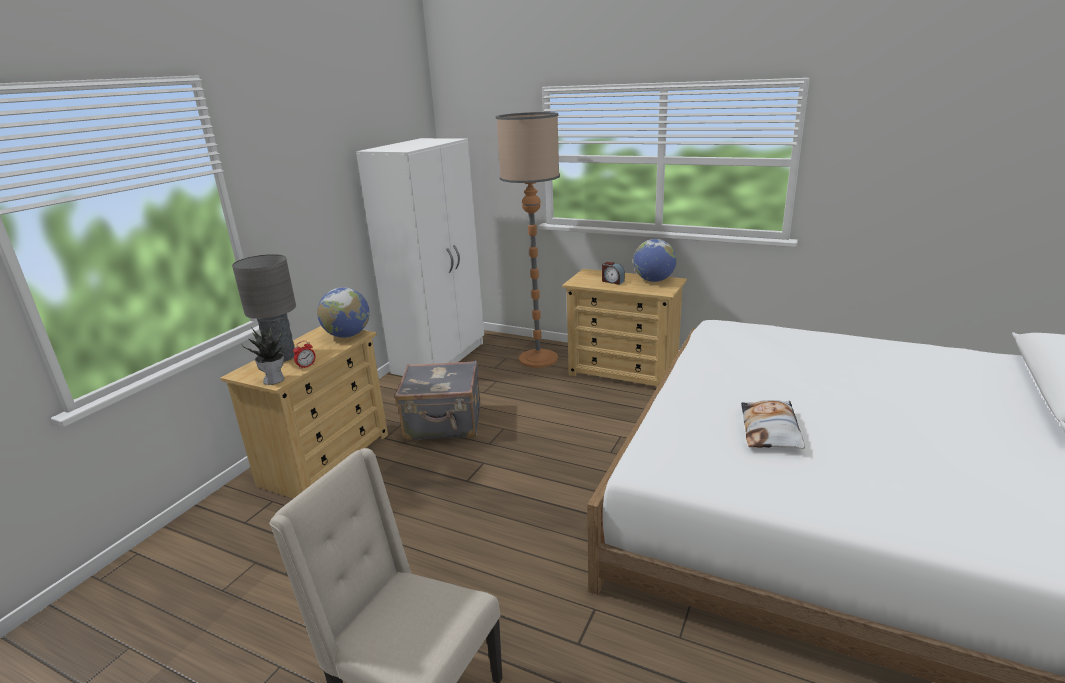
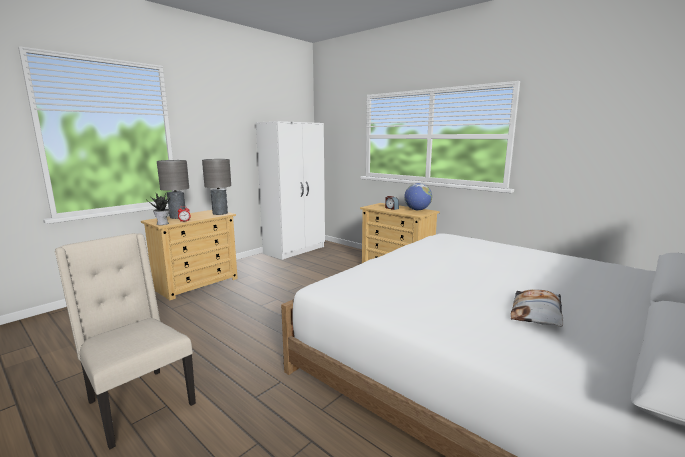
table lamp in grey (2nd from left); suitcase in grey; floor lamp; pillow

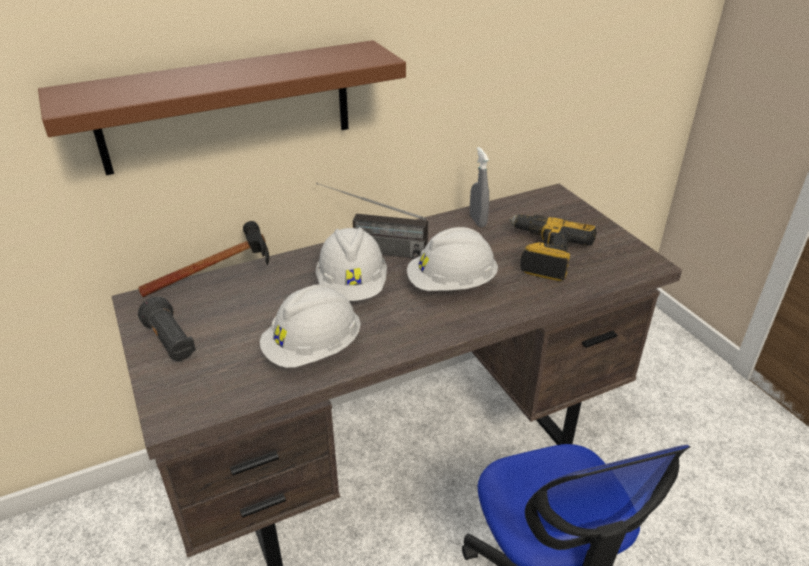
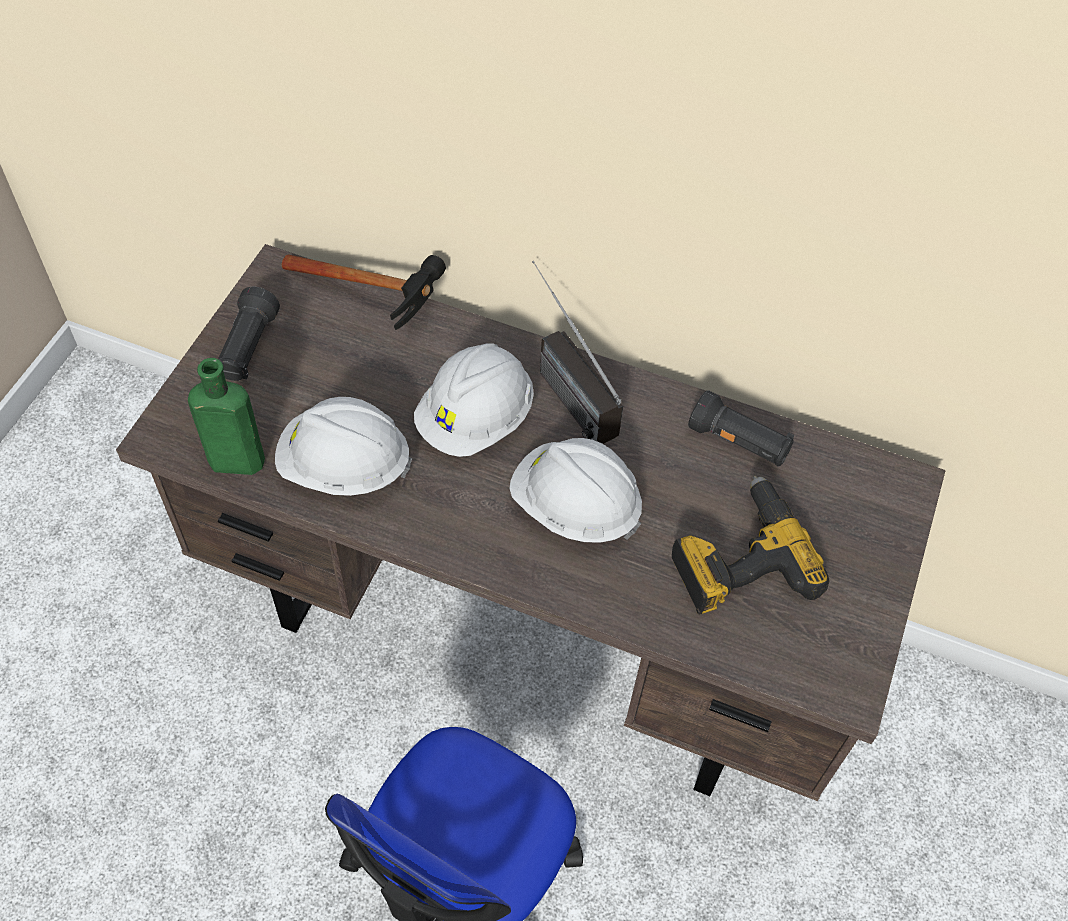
shelf in brown; flashlight in black (2nd from left); bottle in green

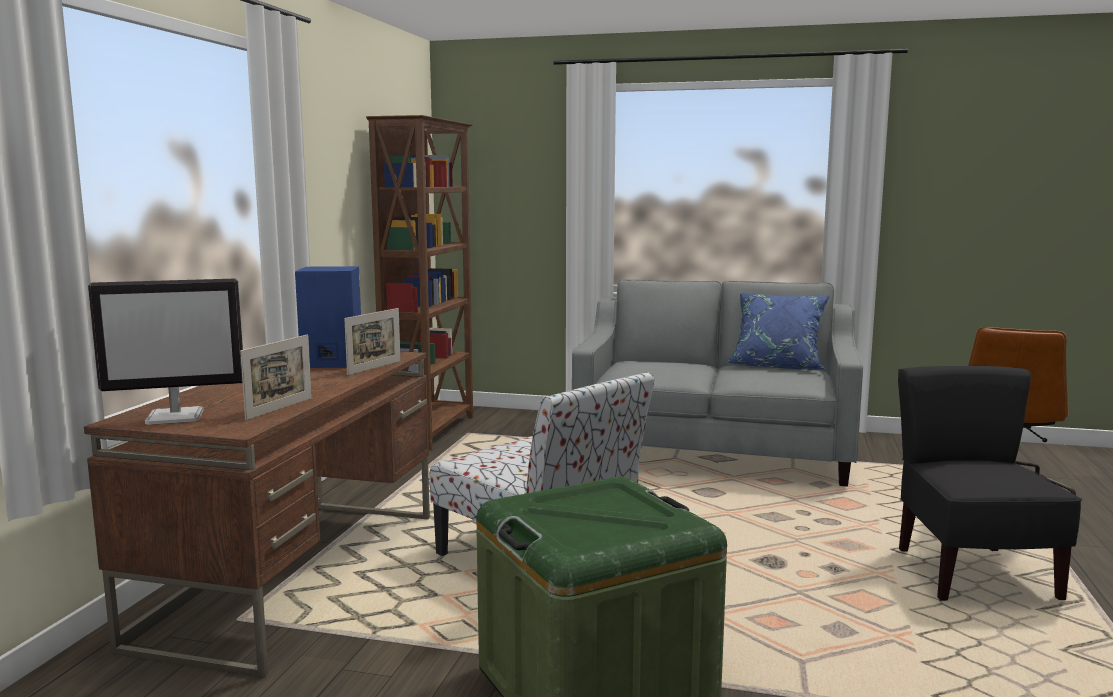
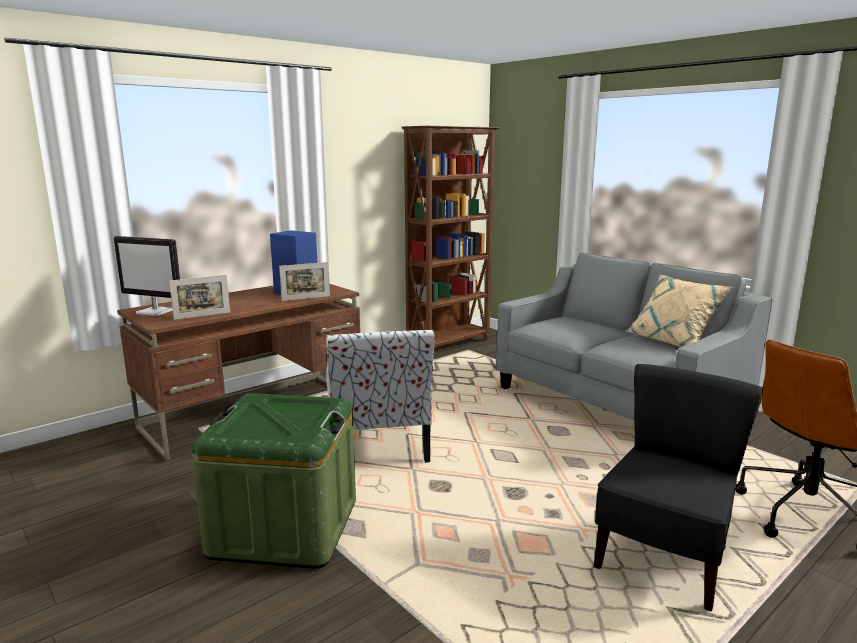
pillow in beige

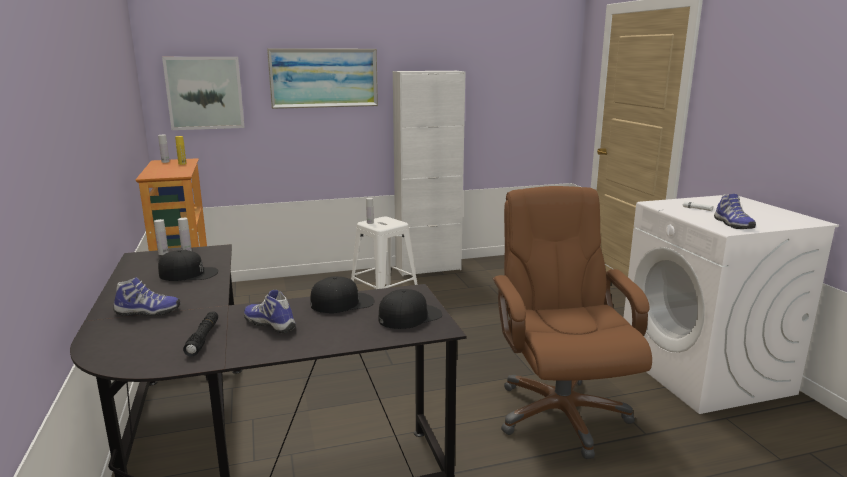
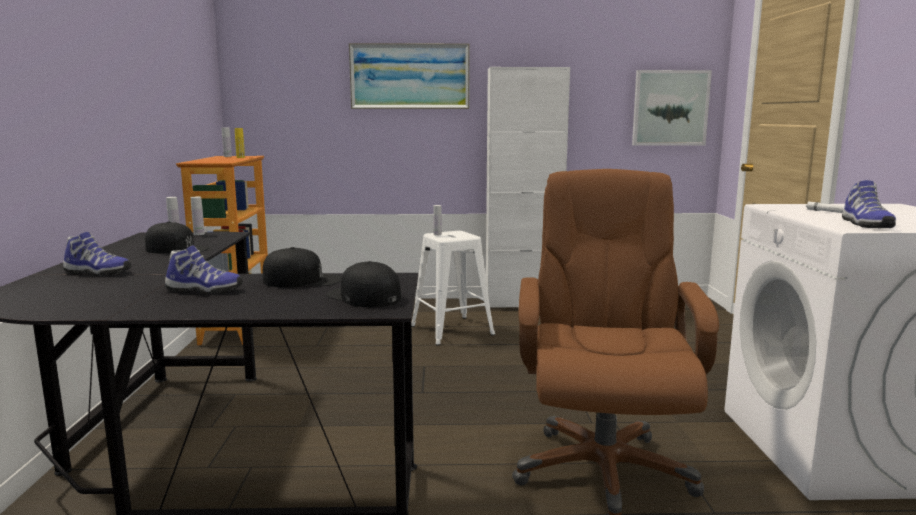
picture (2nd from left); flashlight in black; shoe (2nd from left); cap in black (3rd from left)

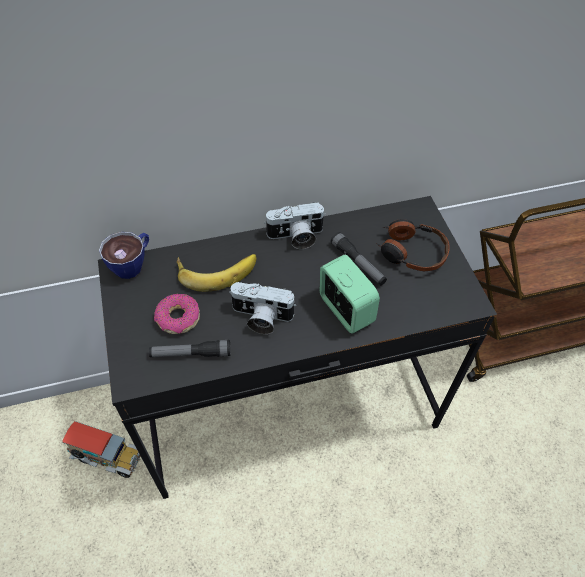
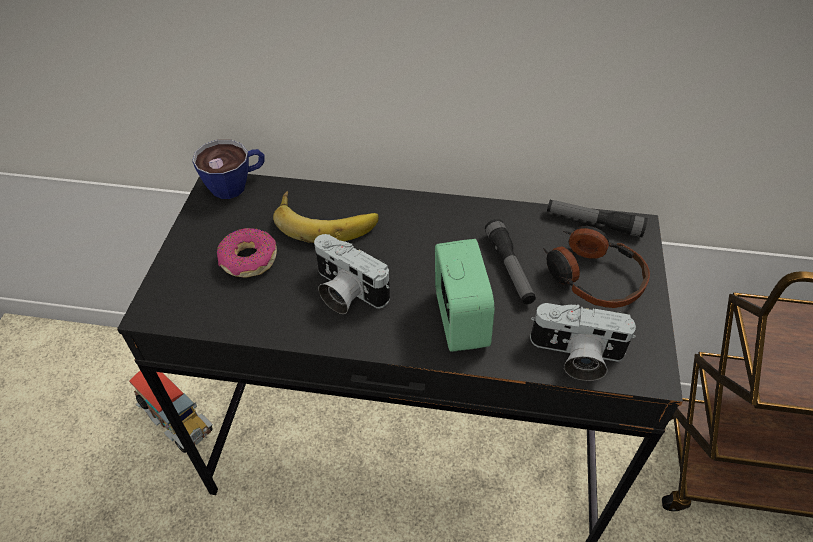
flashlight (2nd from left); photo camera (2nd from left)

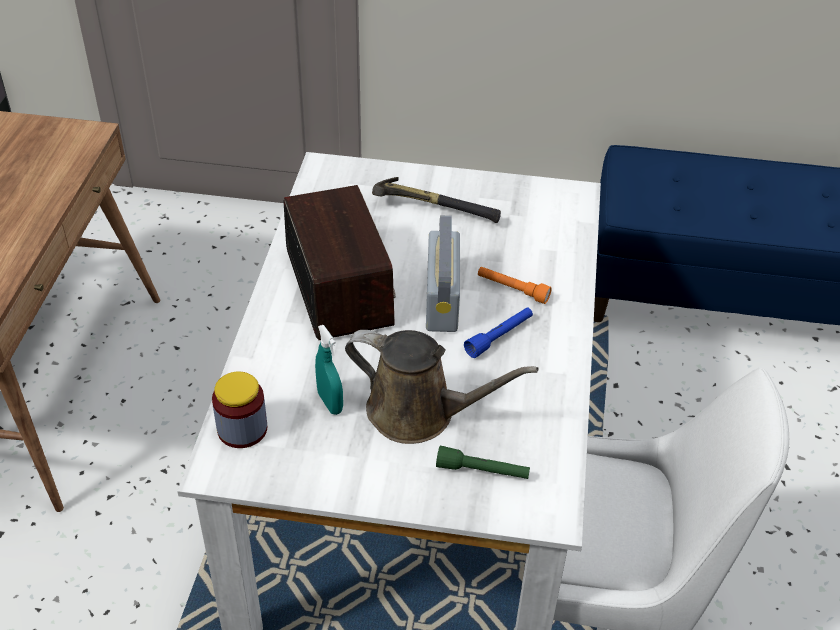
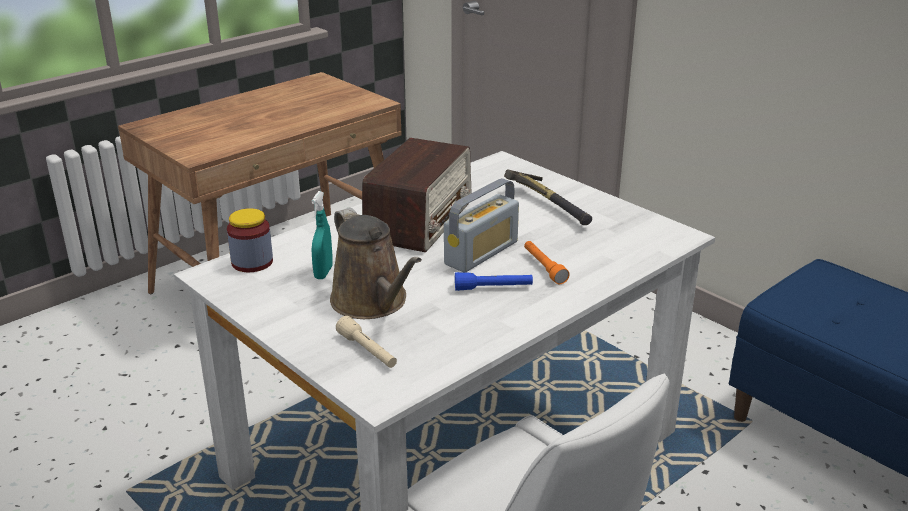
flashlight in beige

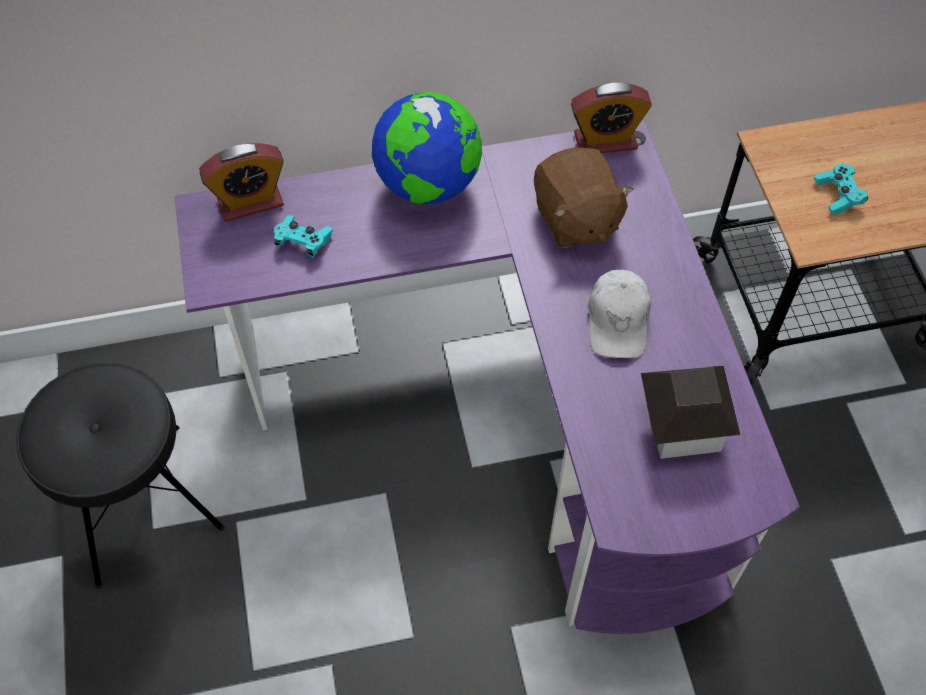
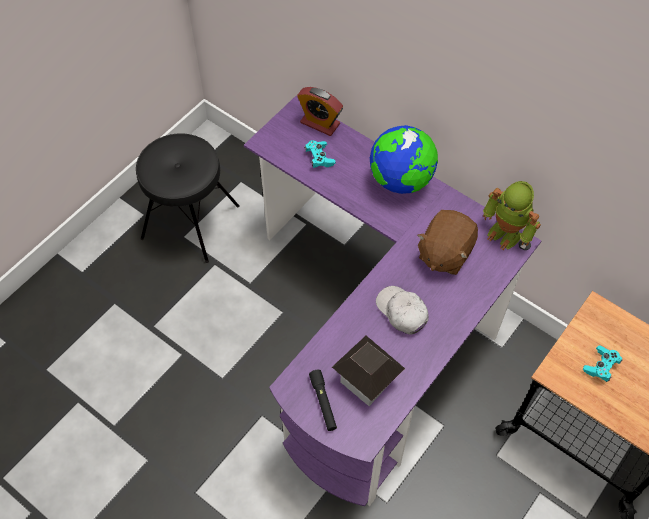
toy robot; cap in white; flashlight in black

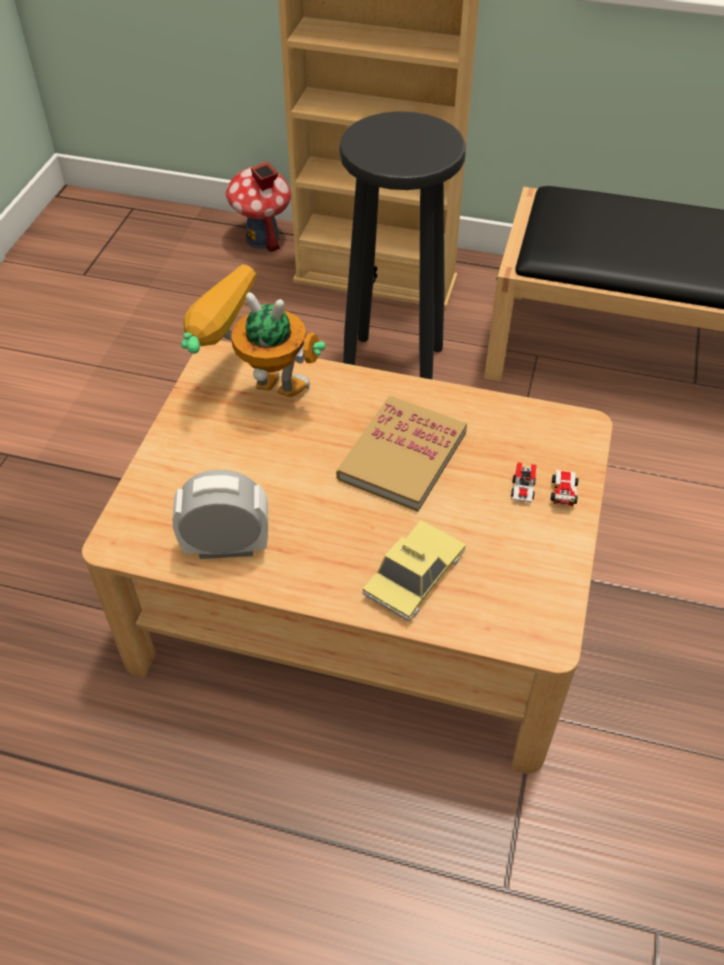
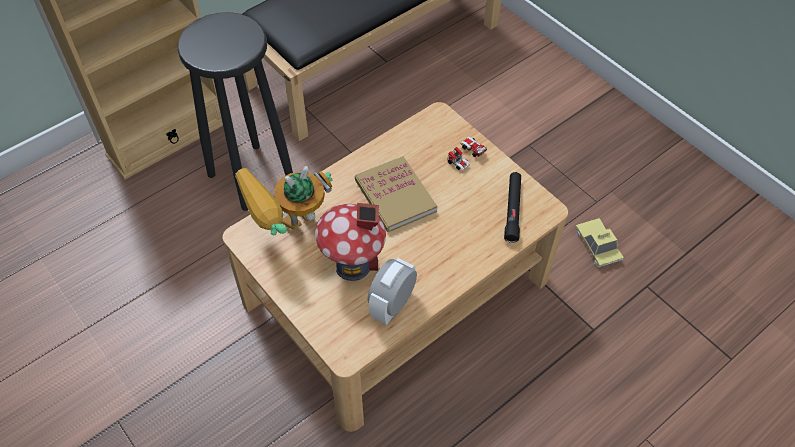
toy house; toy car (2nd from left); flashlight in black

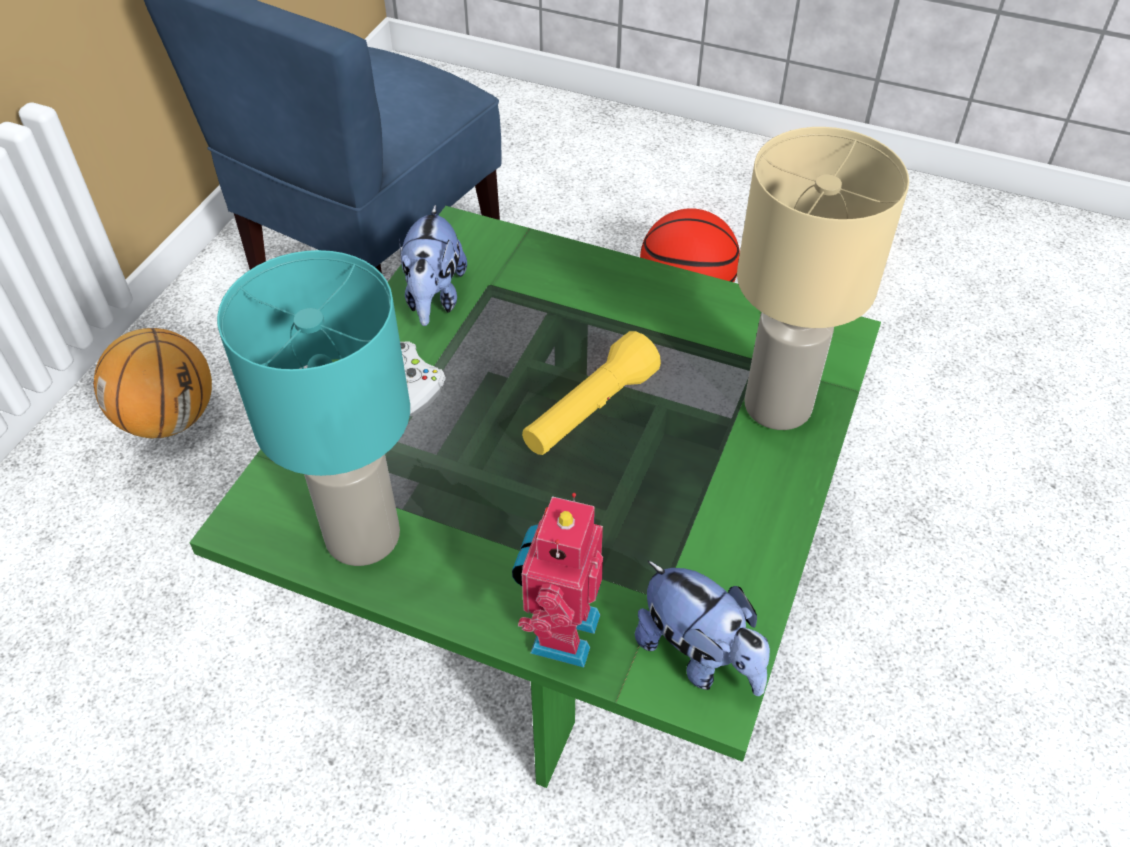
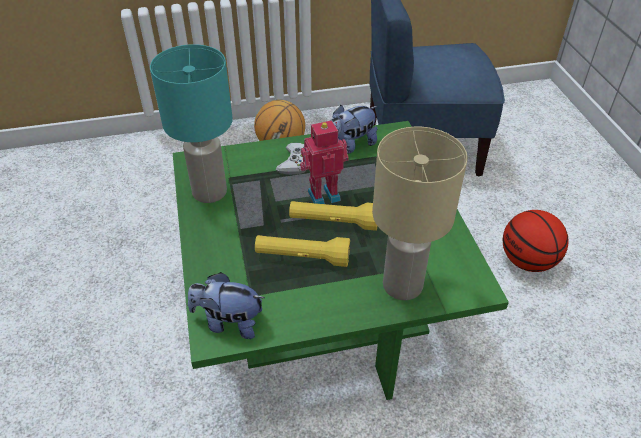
toy robot; plush toy (1st from left); flashlight in yellow (1st from left)

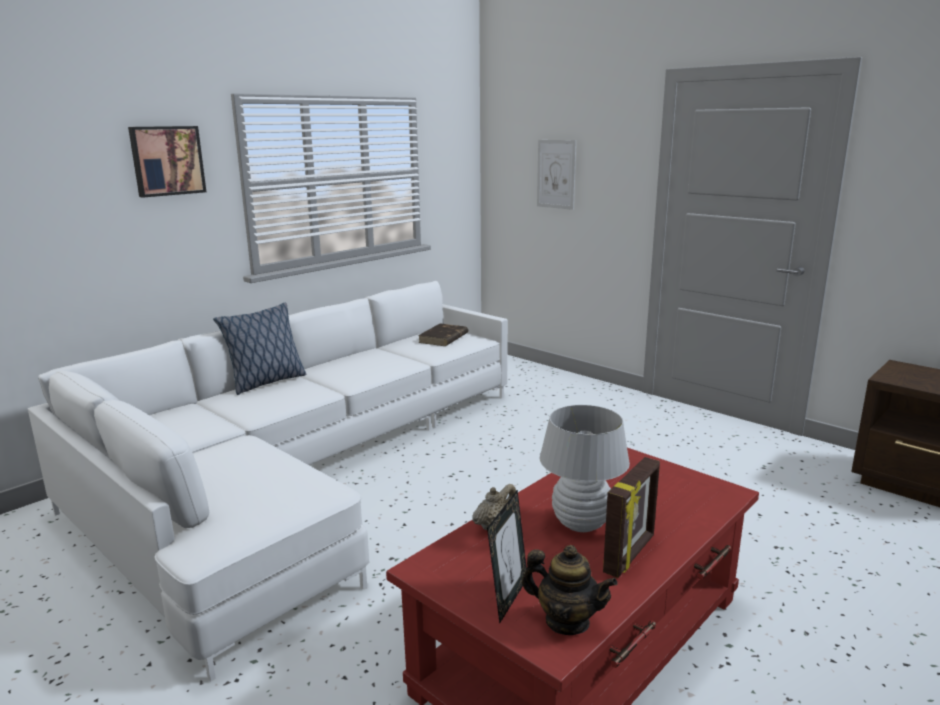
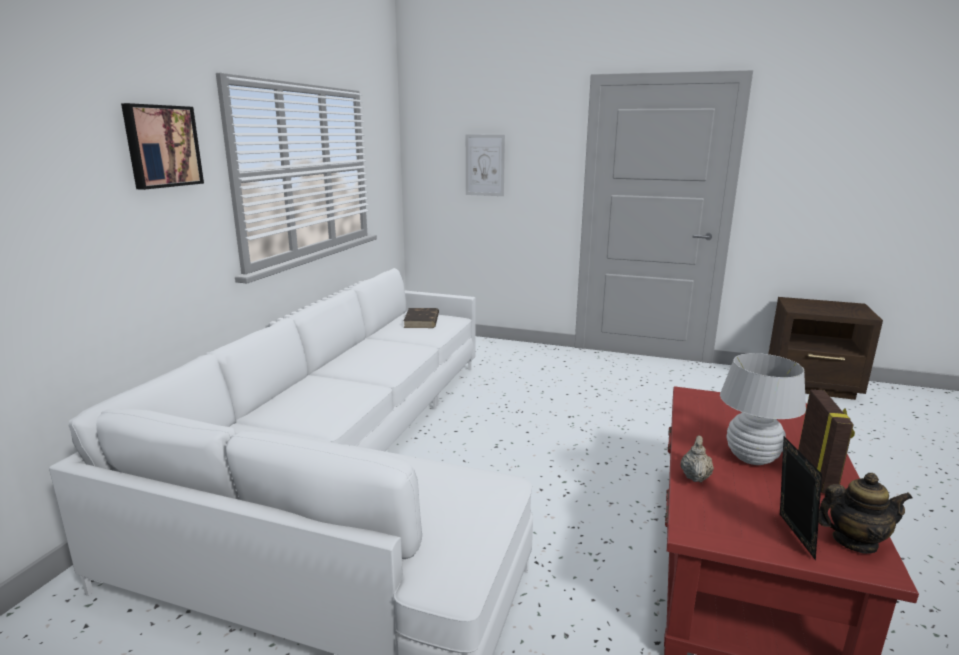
pillow

